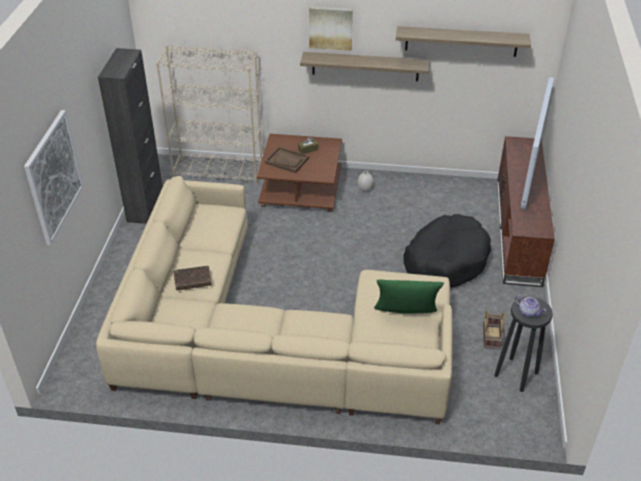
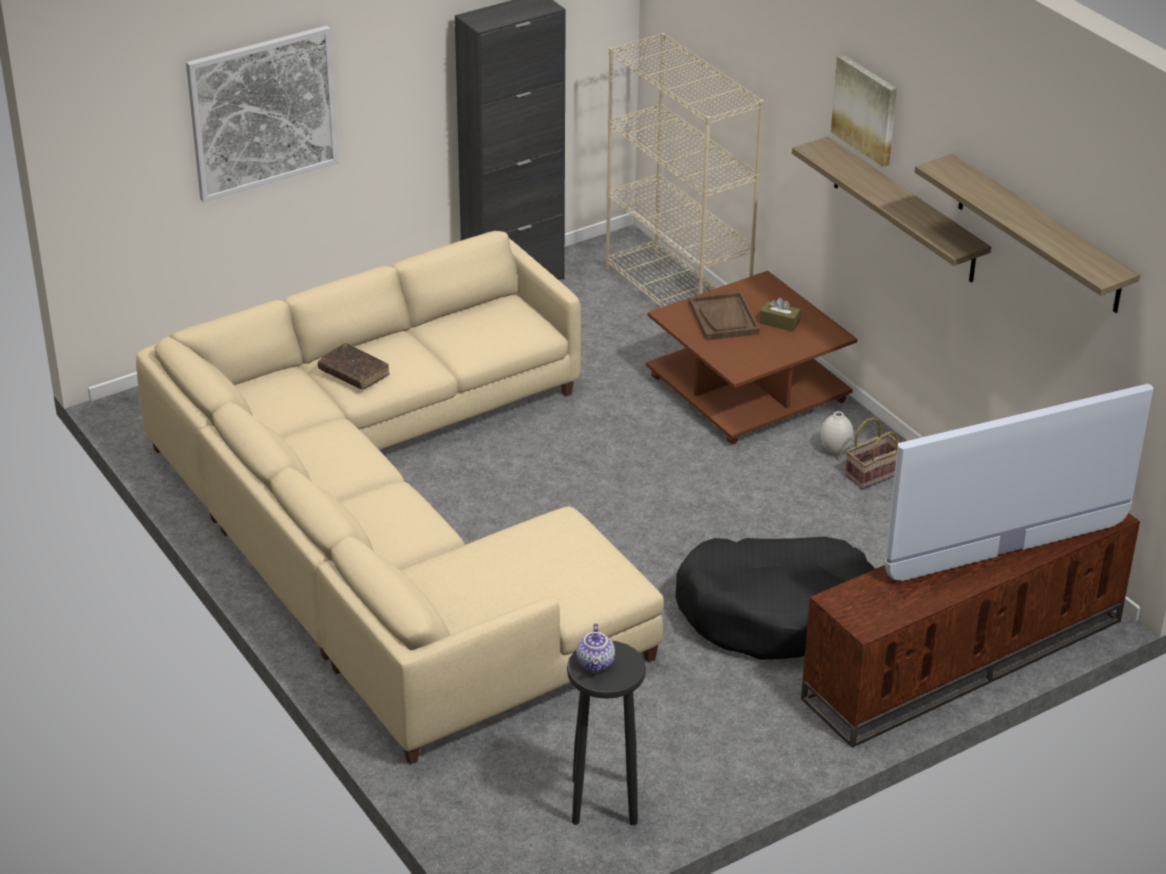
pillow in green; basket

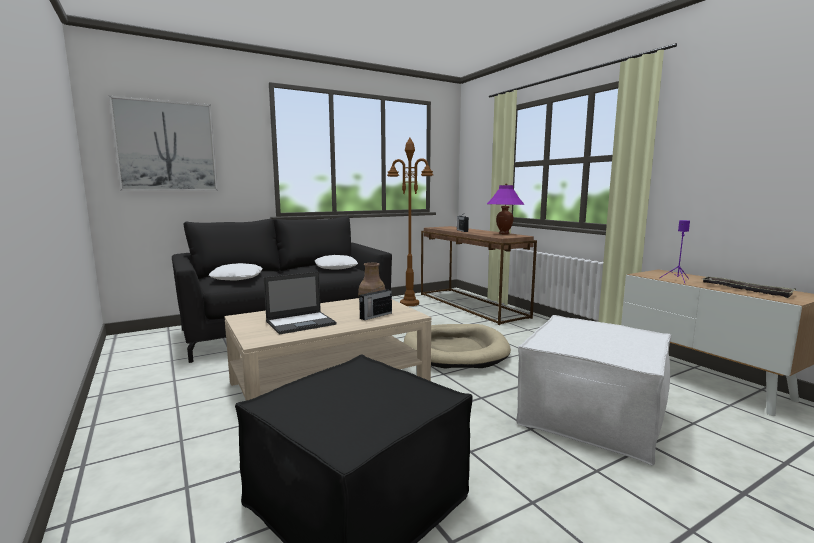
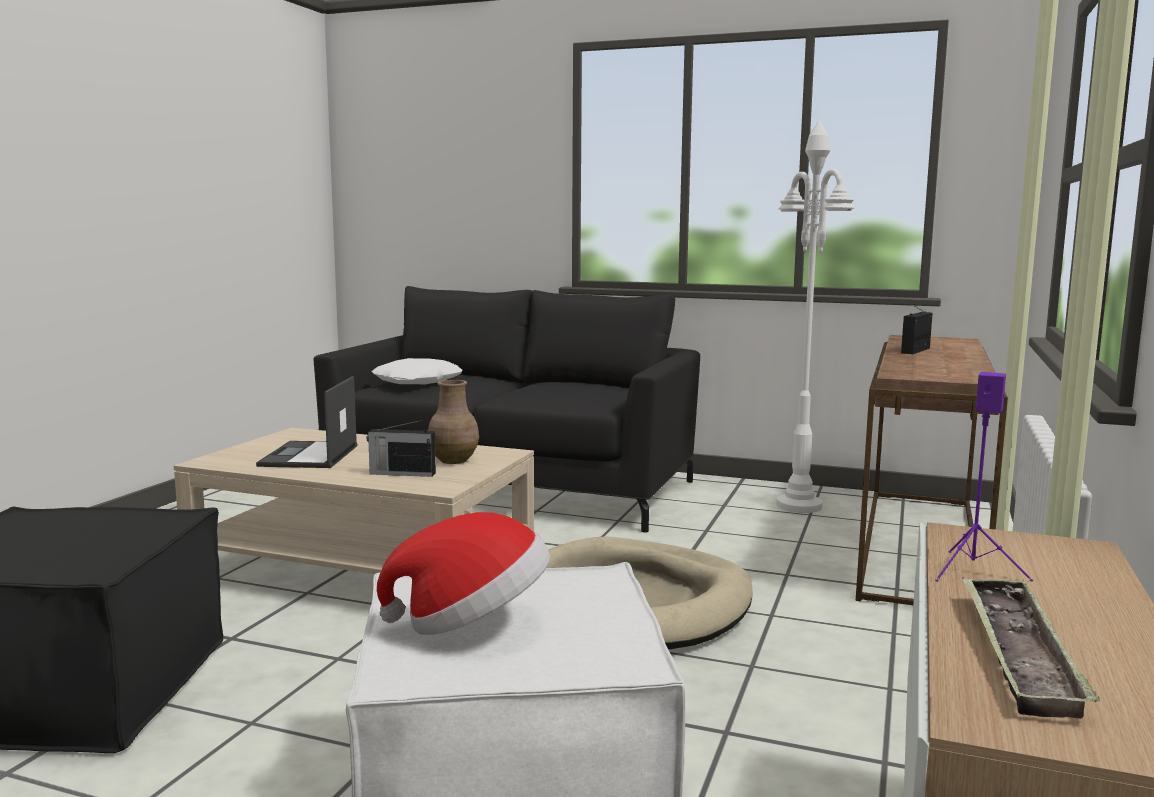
picture; laptop; pillow in white (2nd from left in the first image); floor lamp in white; table lamp in purple; hat

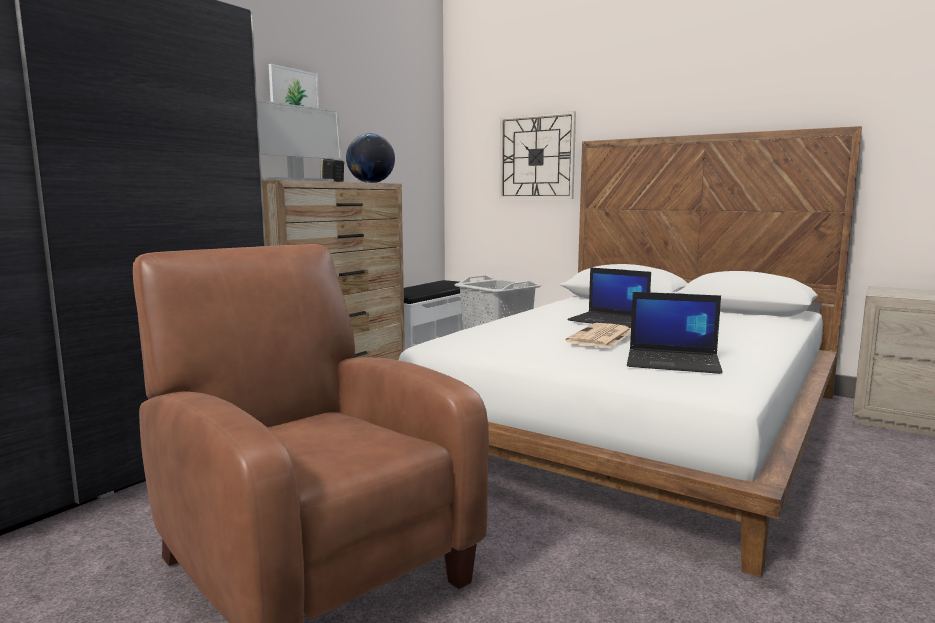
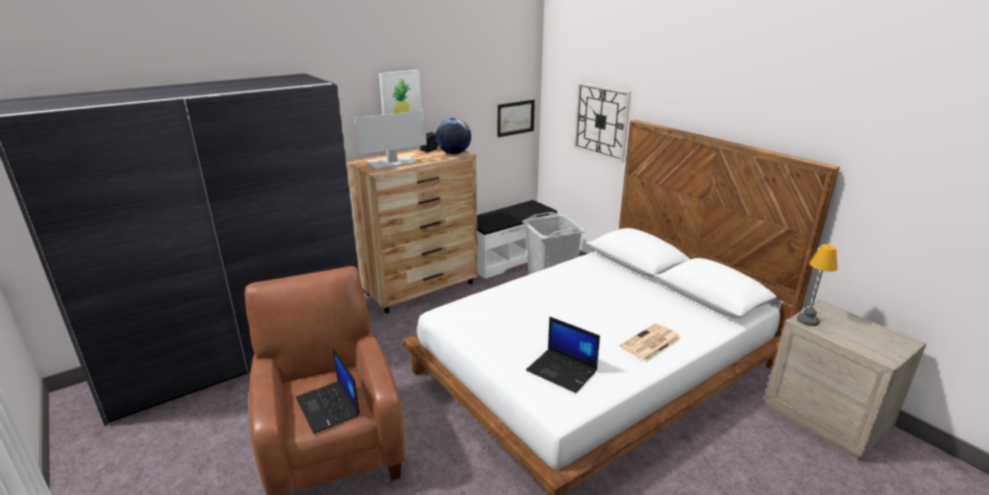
newspaper; laptop (1st from left); picture (2nd from left); table lamp

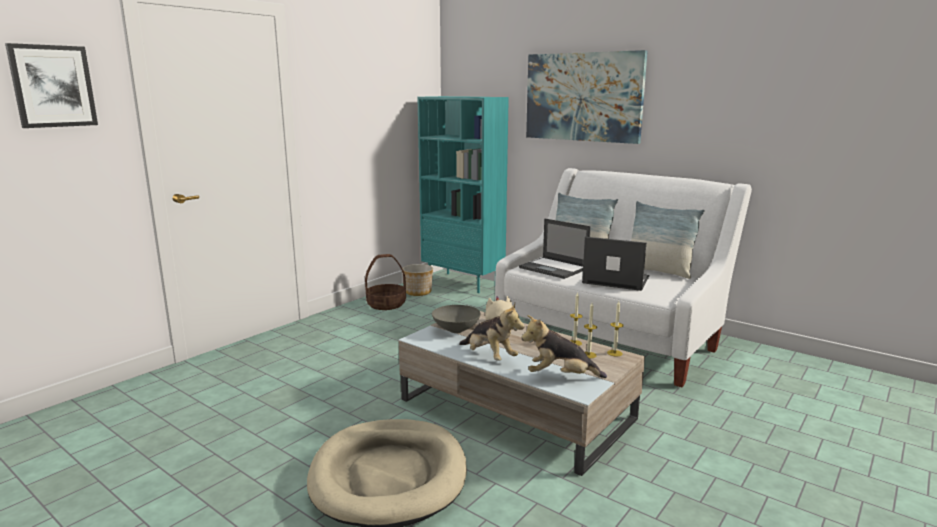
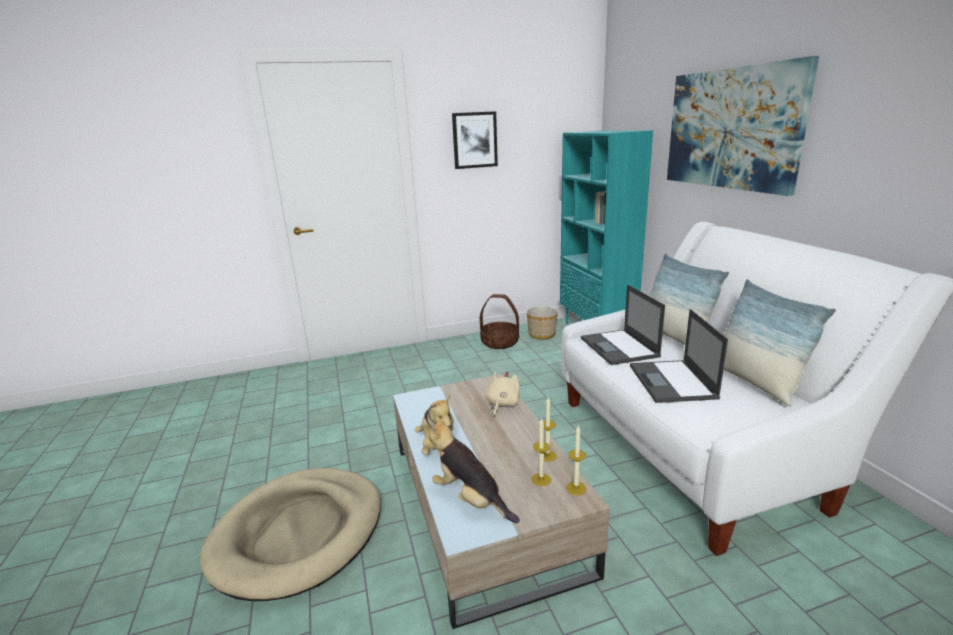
picture (1st from left); bowl in grey; laptop (2nd from left)

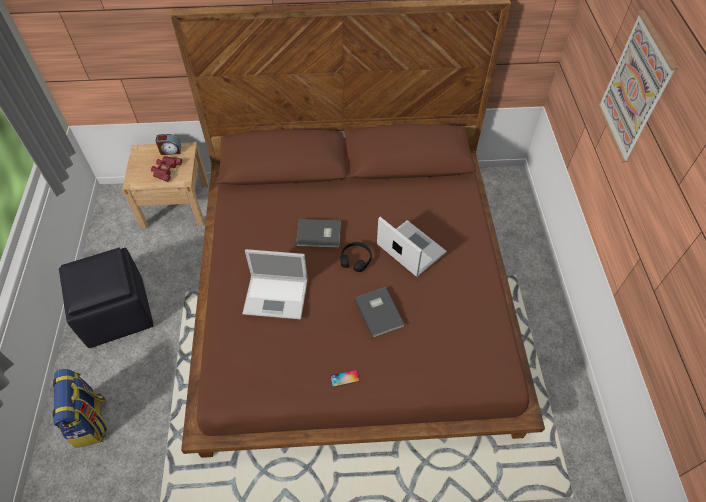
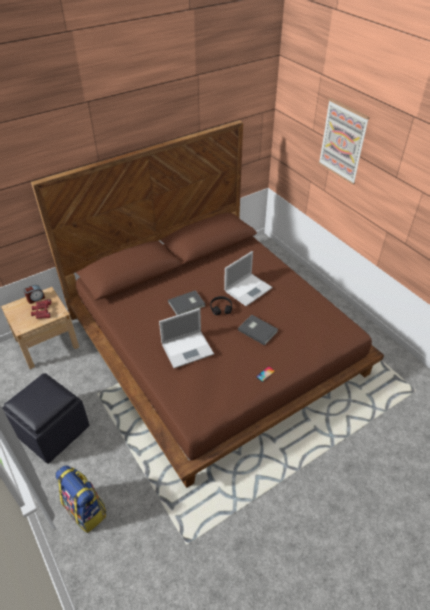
laptop (2nd from left)

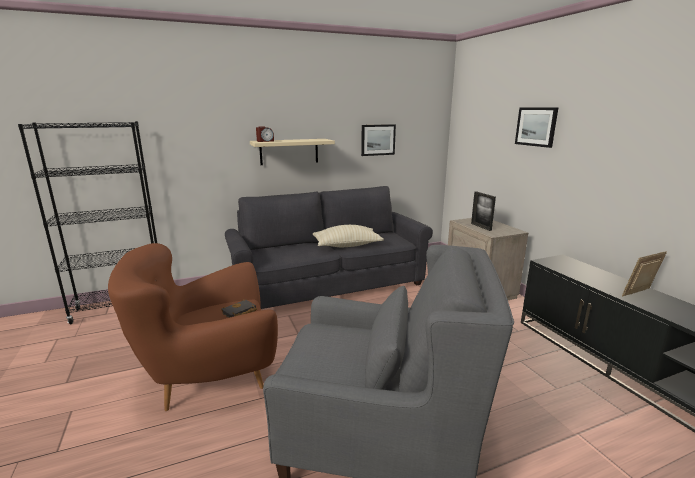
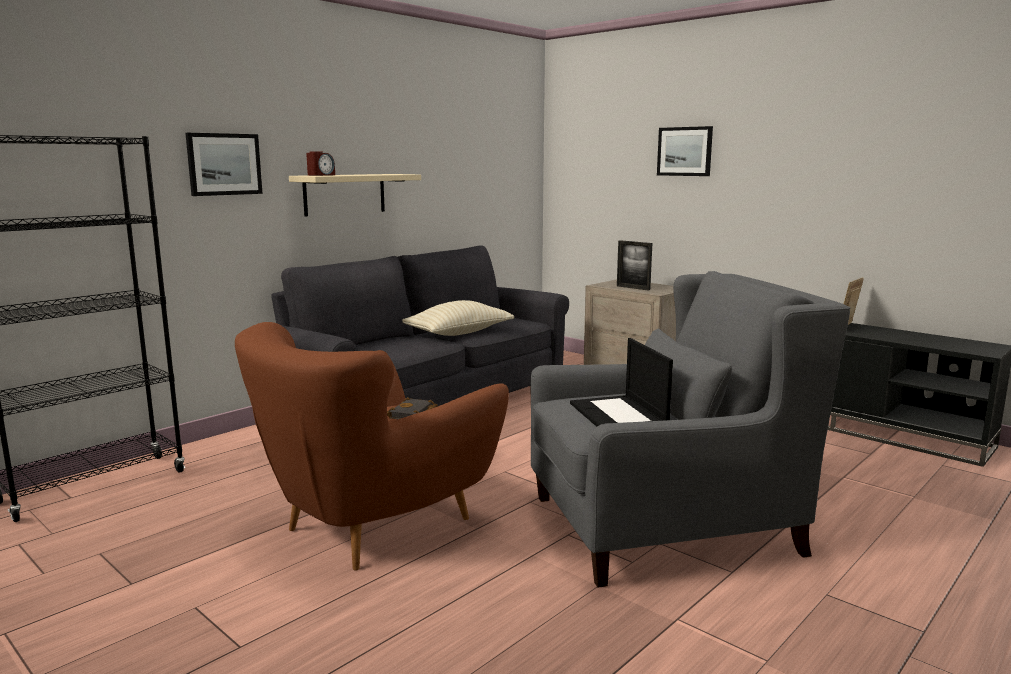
picture (1st from left); laptop

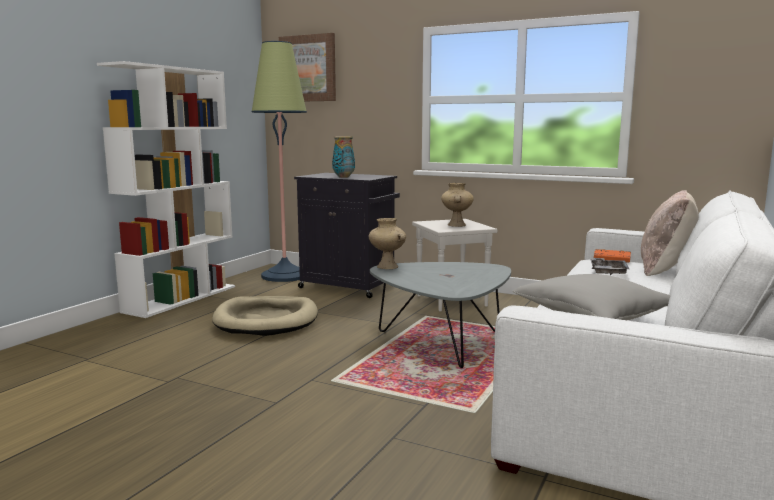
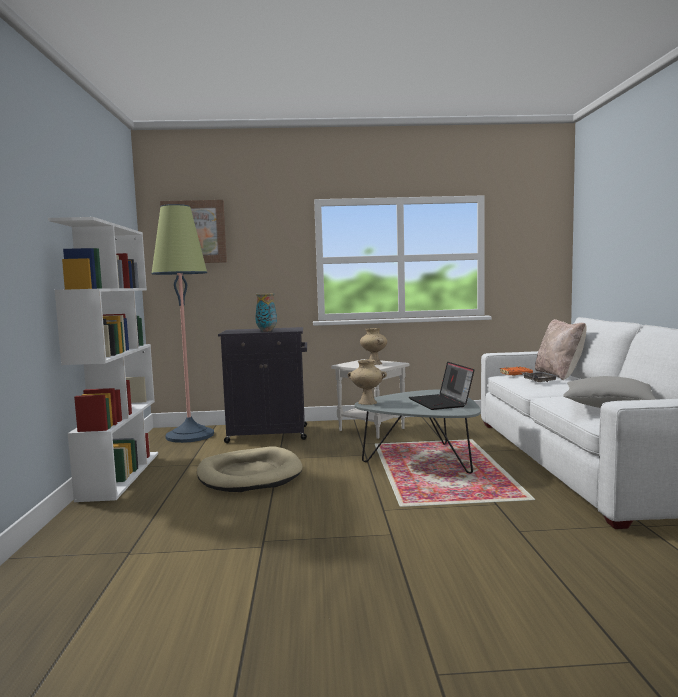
laptop

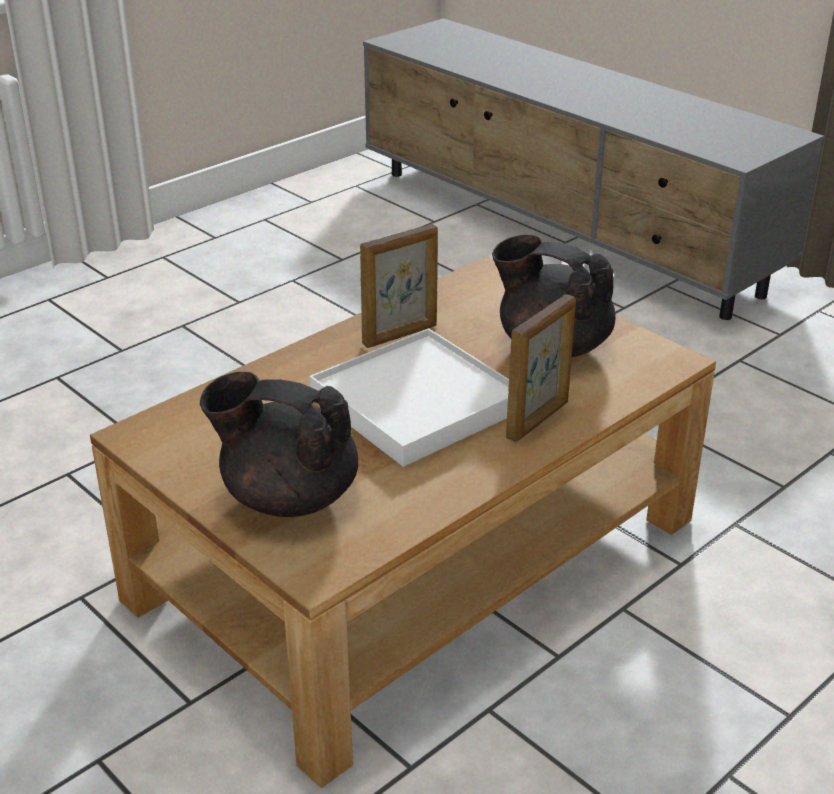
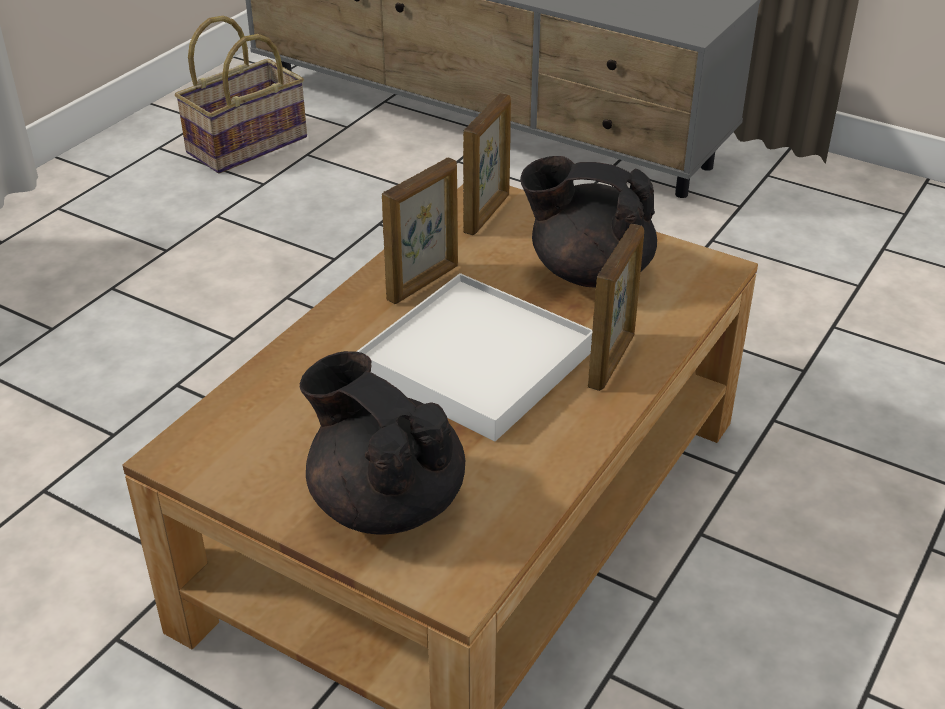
teapot in black (1st from left); basket; picture frame (2nd from left)

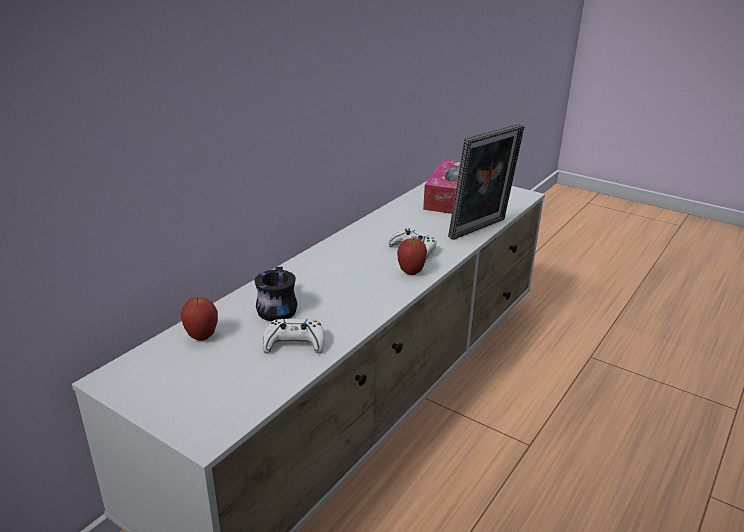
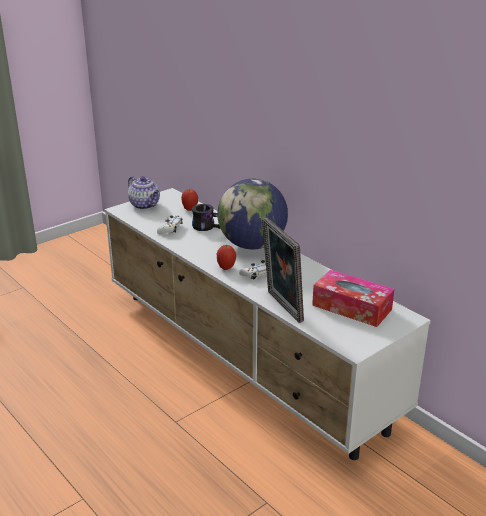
teapot; globe

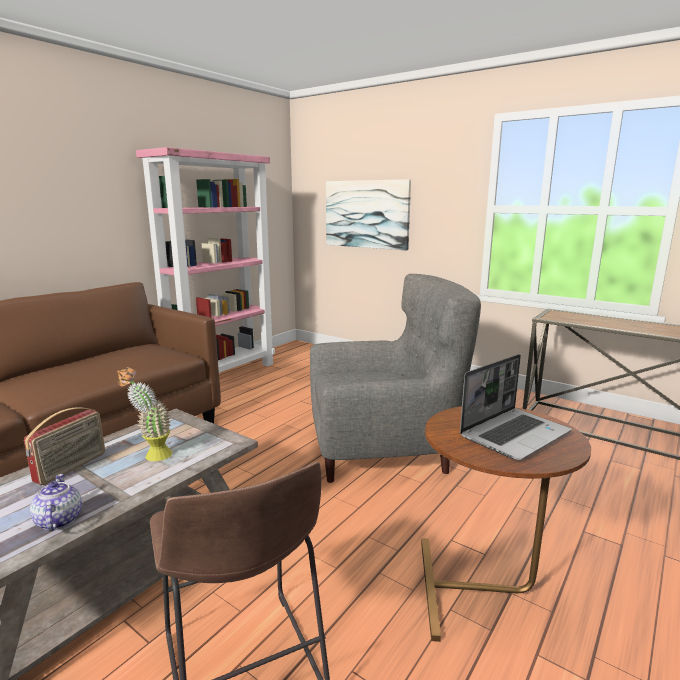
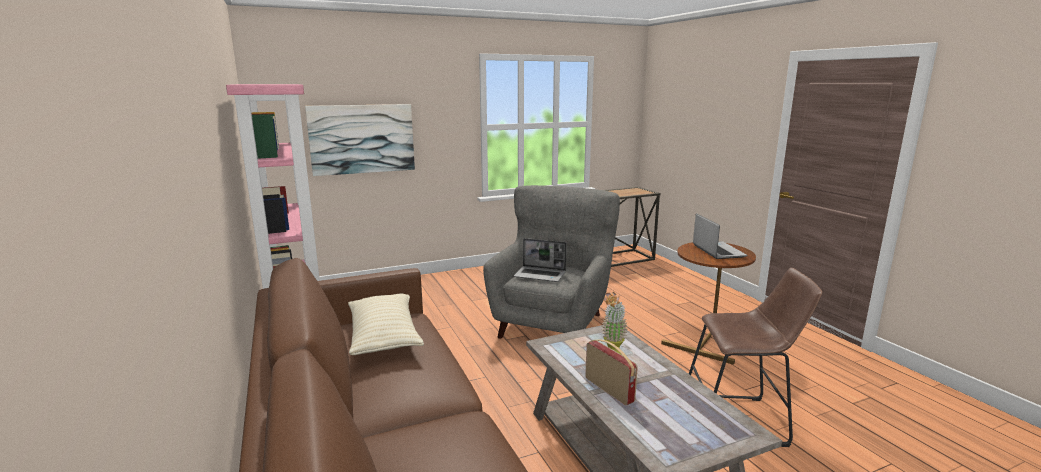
teapot; pillow in beige; laptop (1st from left)

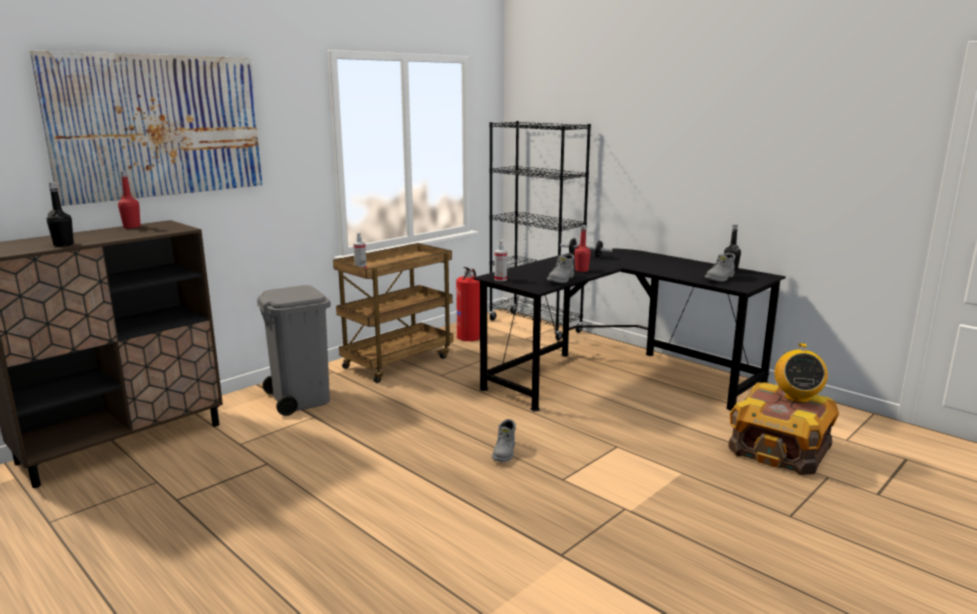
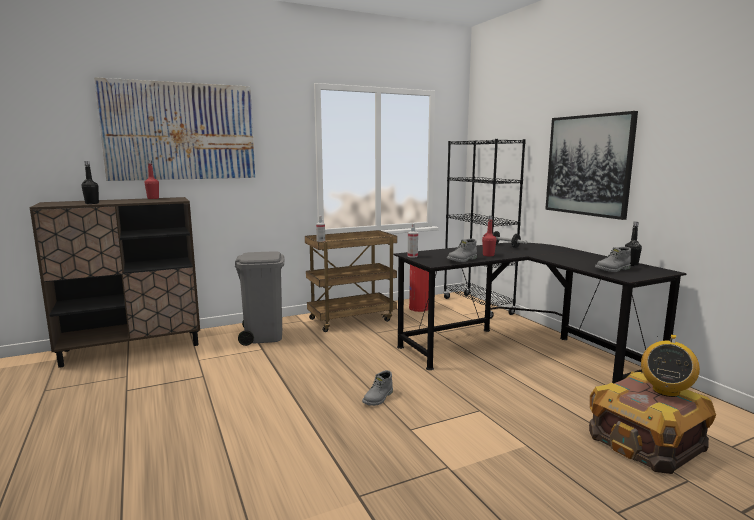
picture (2nd from left)

